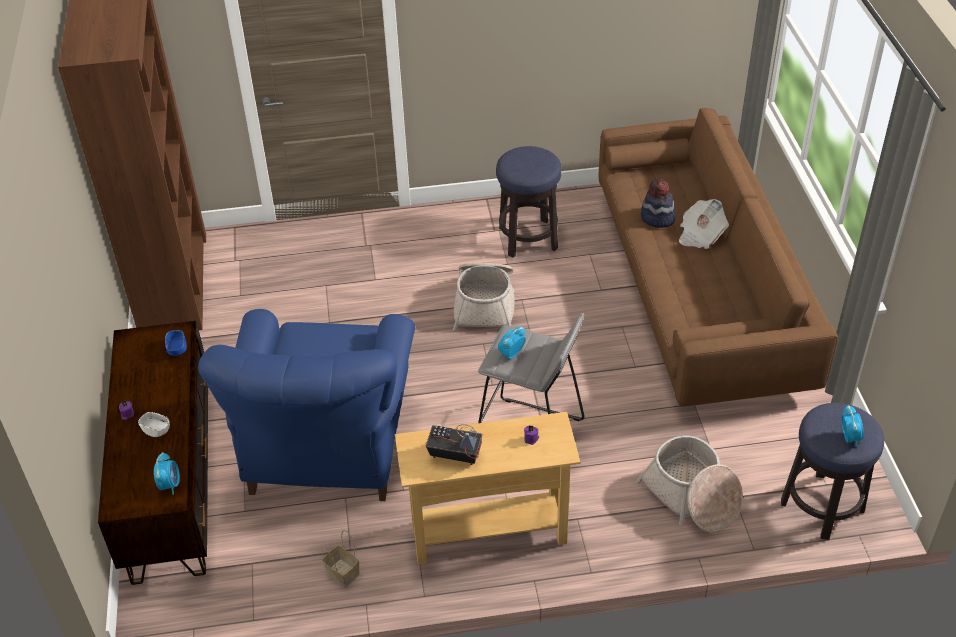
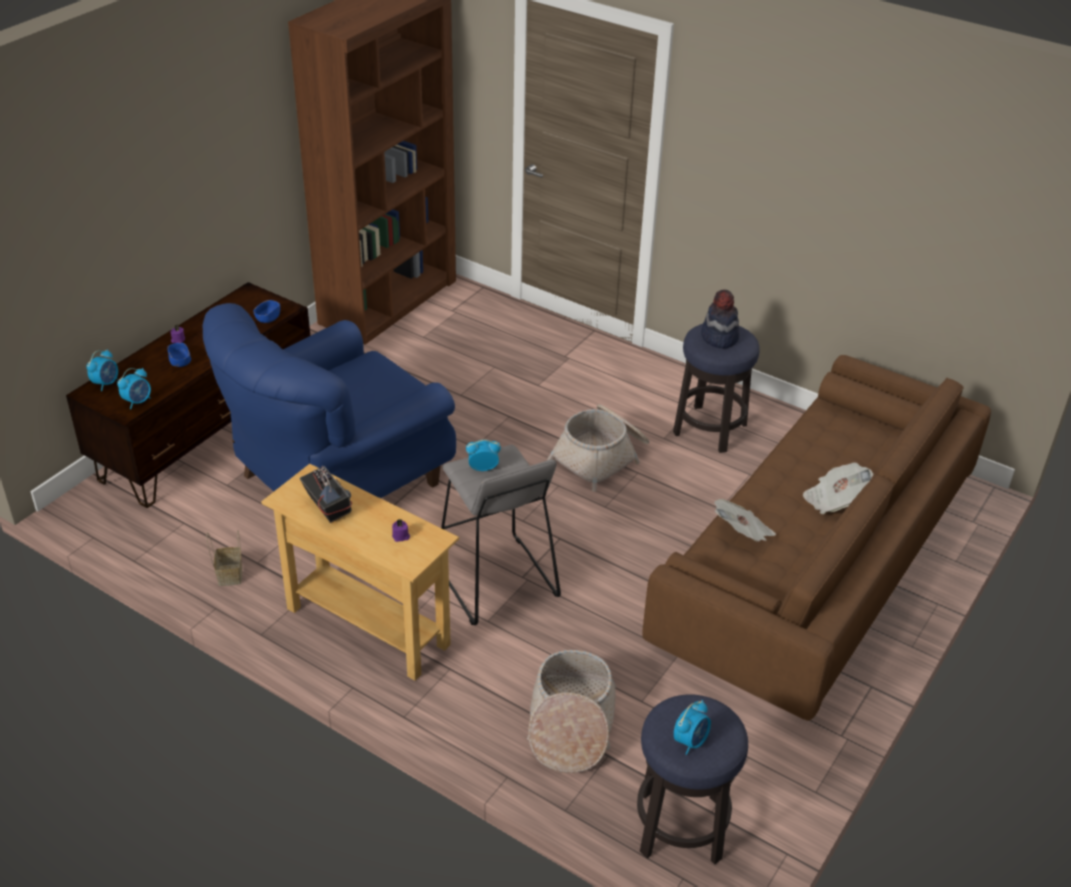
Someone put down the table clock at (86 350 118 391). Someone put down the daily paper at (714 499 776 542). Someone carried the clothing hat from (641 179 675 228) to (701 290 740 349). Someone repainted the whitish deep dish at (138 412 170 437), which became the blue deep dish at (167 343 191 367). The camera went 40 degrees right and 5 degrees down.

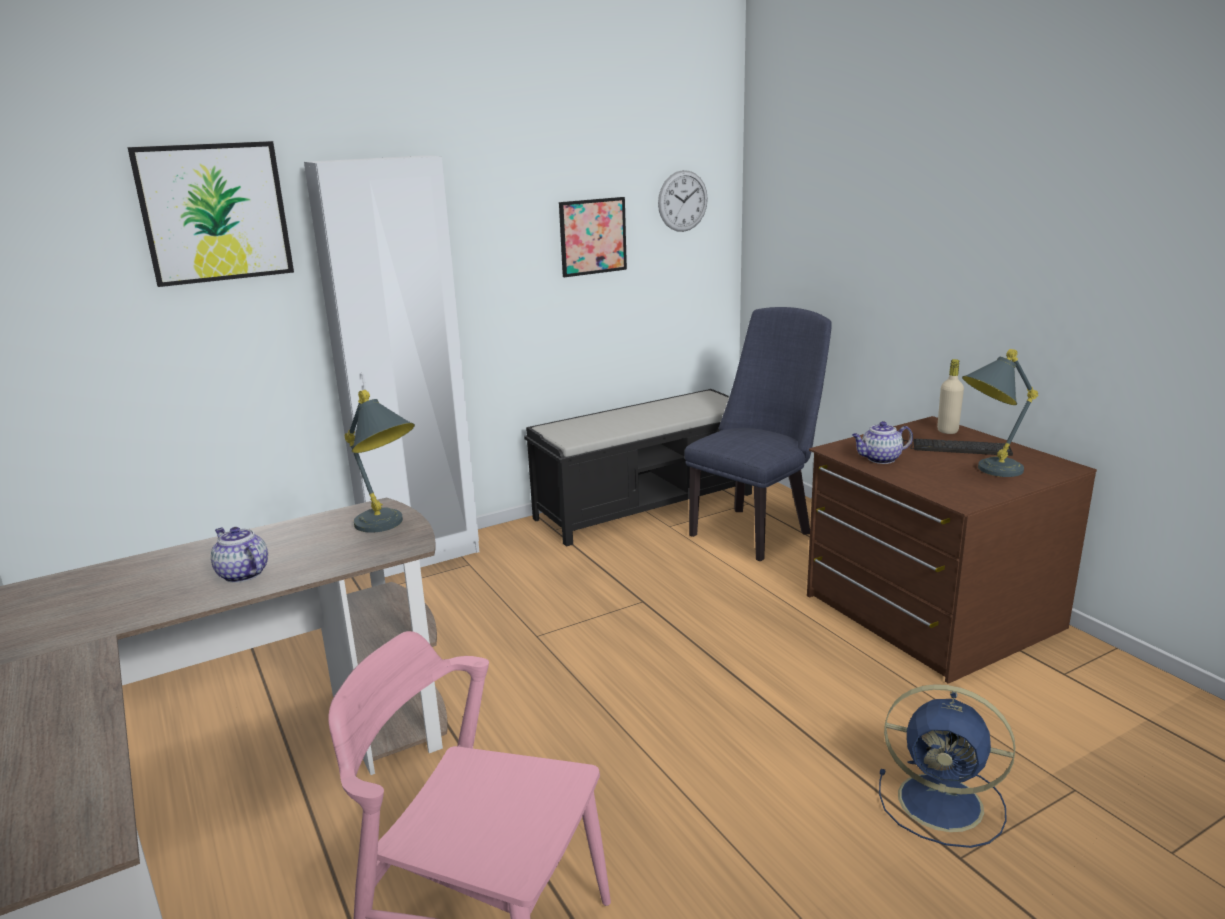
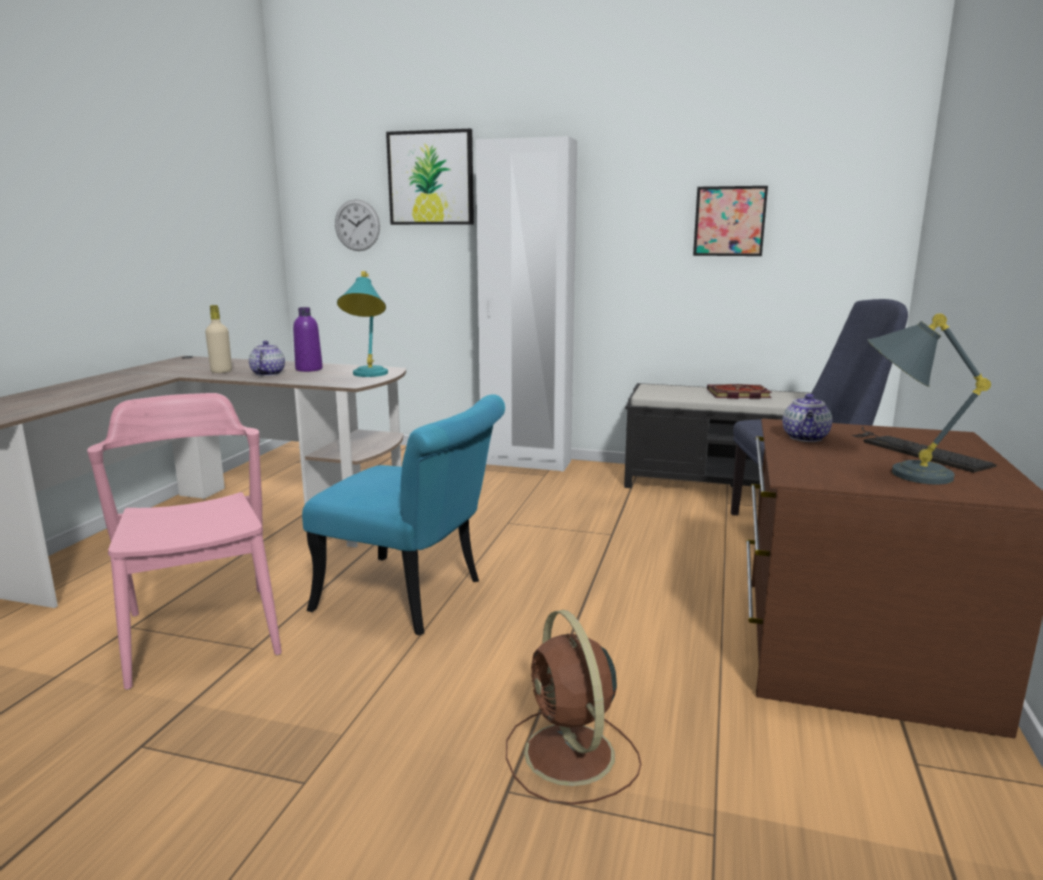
Someone put down the purple drink bottle at (293 307 323 372). Someone put down the turquoise-coloured plain chair at (302 394 505 635). Someone put down the bound book at (707 384 772 399). Someone carried the clock on the wall from (658 170 708 232) to (335 199 380 251). Someone carried the beige-coloured drink bottle from (937 359 964 434) to (205 305 232 373). Someone repainted the greyish table lamp at (345 390 415 533), which became the turquoise-coloured table lamp at (337 271 388 377). Someone repainted the blue cooling fan at (879 684 1015 848), which became the brown cooling fan at (506 610 641 805). Someone rotated the tea pot at (852 421 913 464) by 105 degrees counterclockwise. The camera went 45 degrees right and 5 degrees down.

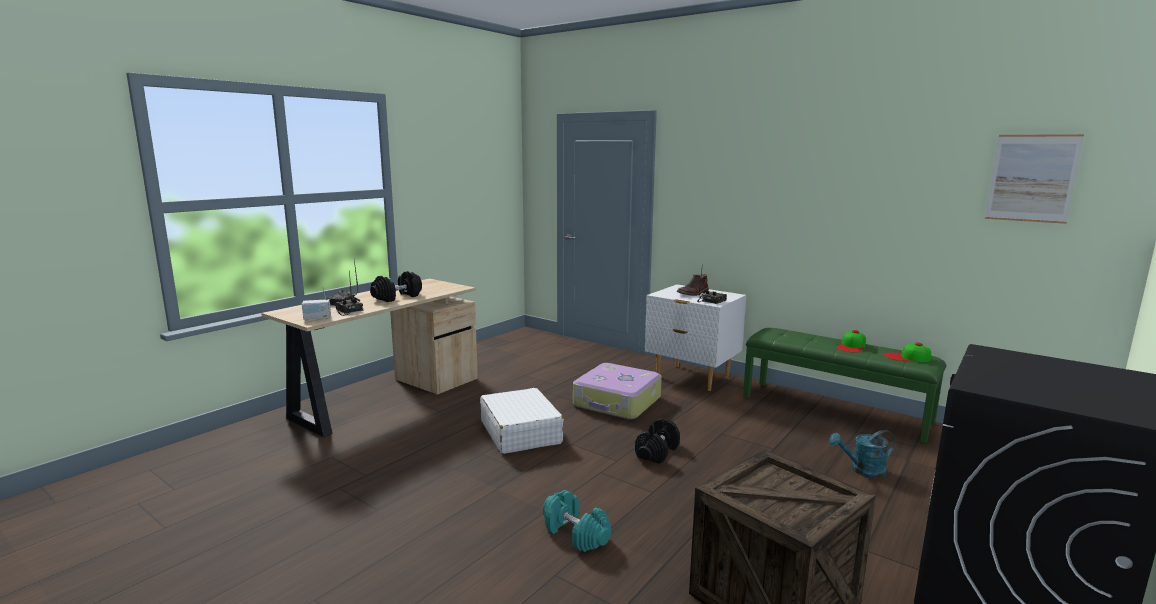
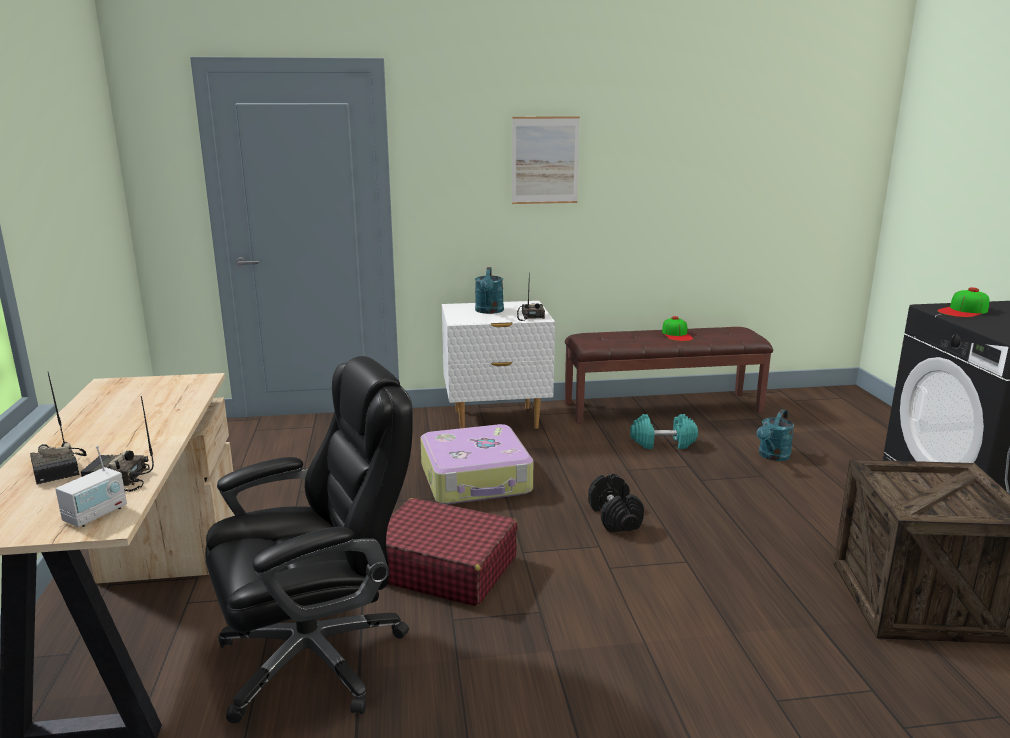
Someone took away the blackish dumbbell at (370 271 422 302). Someone put down the blackish desk chair at (205 356 413 723). Someone carried the turquoise-coloured dumbbell from (543 490 611 552) to (630 414 698 449). Someone carried the peaked cap from (884 342 931 362) to (937 287 990 317). Someone carried the wall picture from (985 134 1084 224) to (512 116 580 204). Someone swapped the brown boot at (677 274 709 296) for the turquoise-coloured sprinkling can at (475 267 504 314). Someone repainted the whitish travel case at (480 388 564 454), which became the red-coloured travel case at (386 498 518 606). Someone repainted the green bench at (743 328 946 444), which became the brown bench at (565 327 773 424). The camera went 45 degrees left and 5 degrees up.

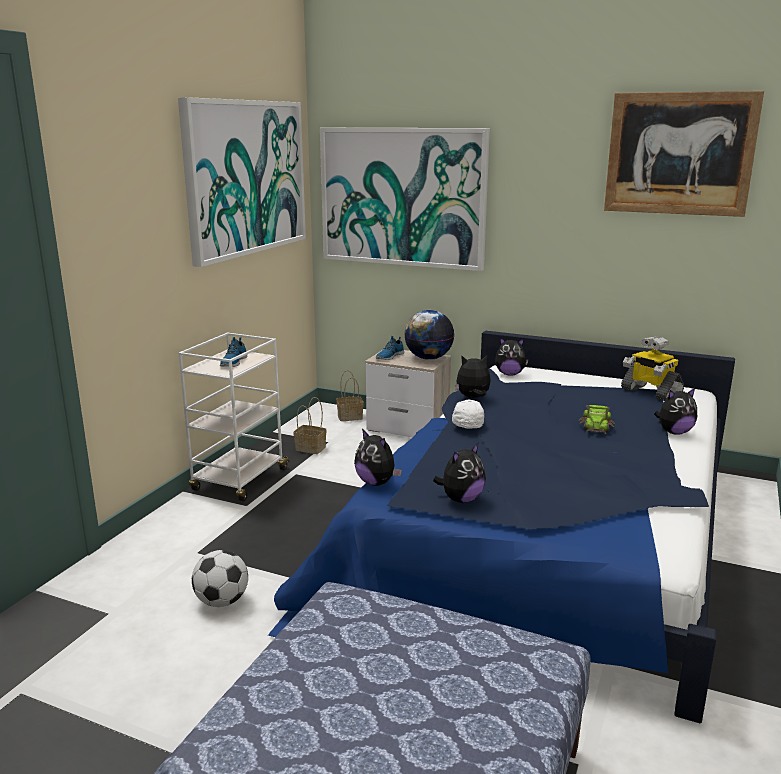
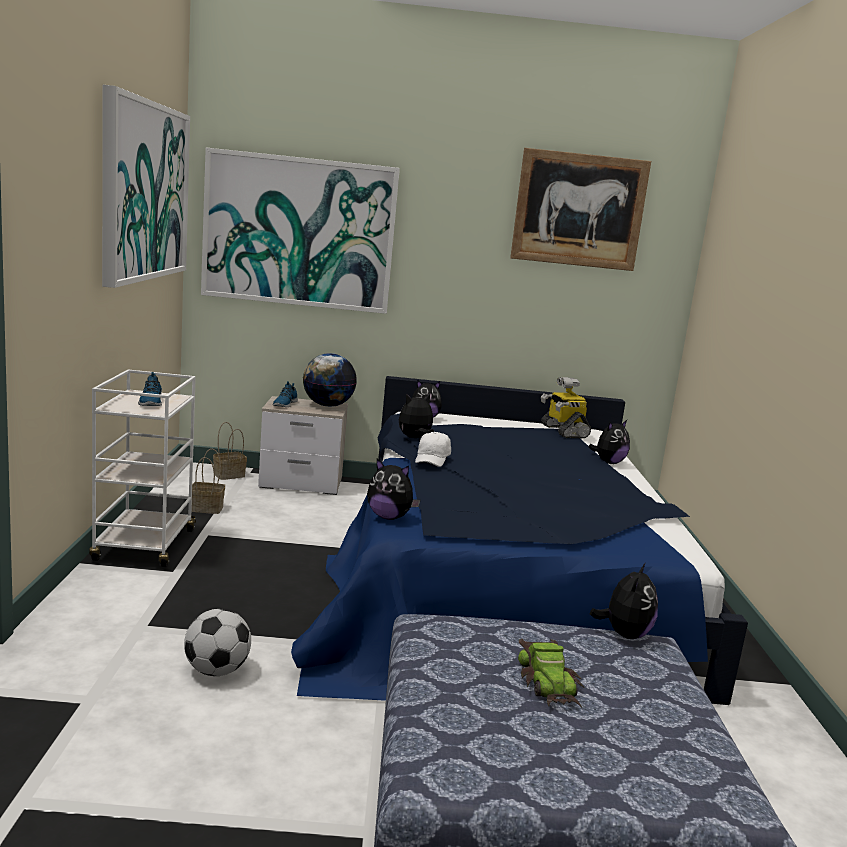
Someone carried the soft toy from (433 443 486 503) to (590 562 658 639). Someone carried the toy car from (579 405 615 434) to (518 639 584 707). Someone rotated the whitish peaked cap at (452 400 484 429) by 150 degrees counterclockwise. Someone rotated the robot figure at (621 336 684 401) by 45 degrees clockwise. The camera went 25 degrees left and 5 degrees down.

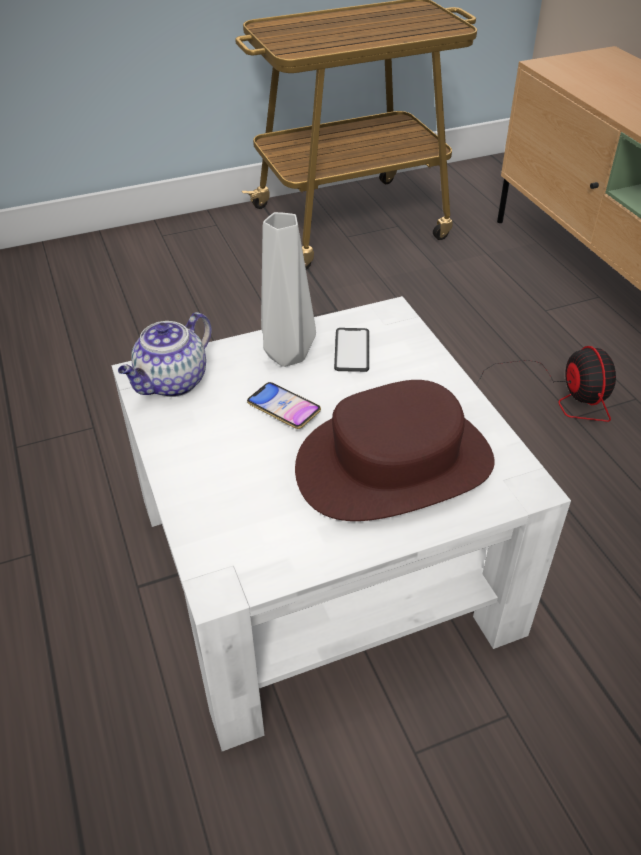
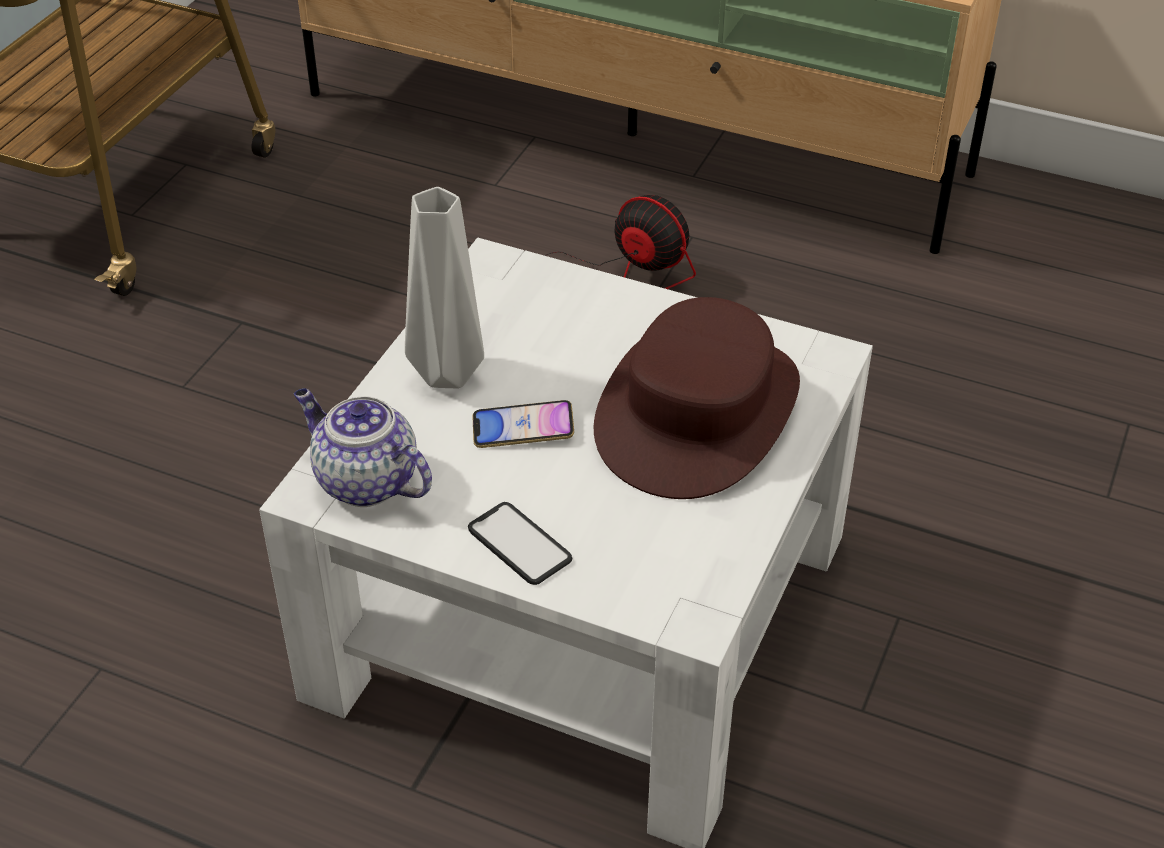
Someone carried the telephone from (334 328 369 372) to (468 502 572 585). Someone rotated the tea pot at (118 312 212 397) by 135 degrees clockwise. The camera went 45 degrees left and 0 degrees up.

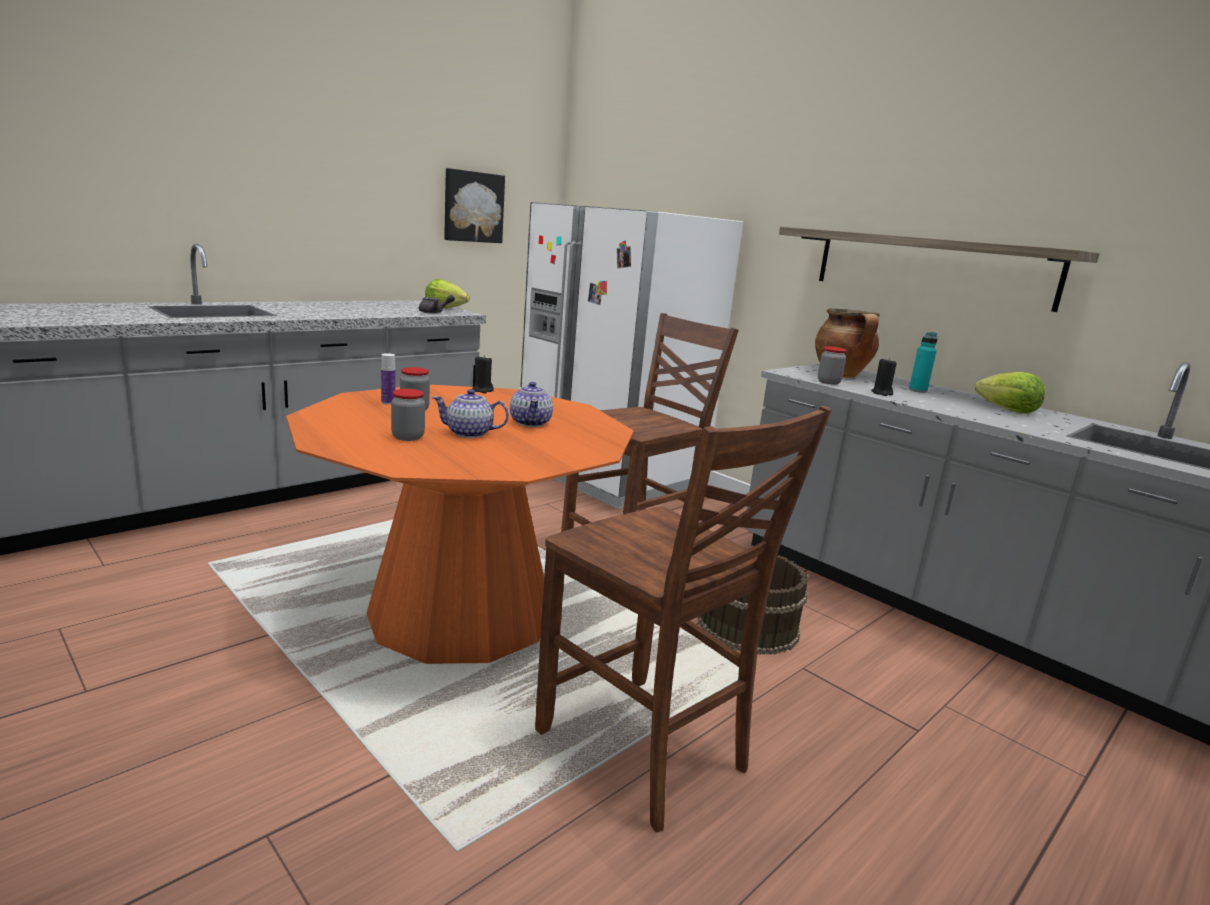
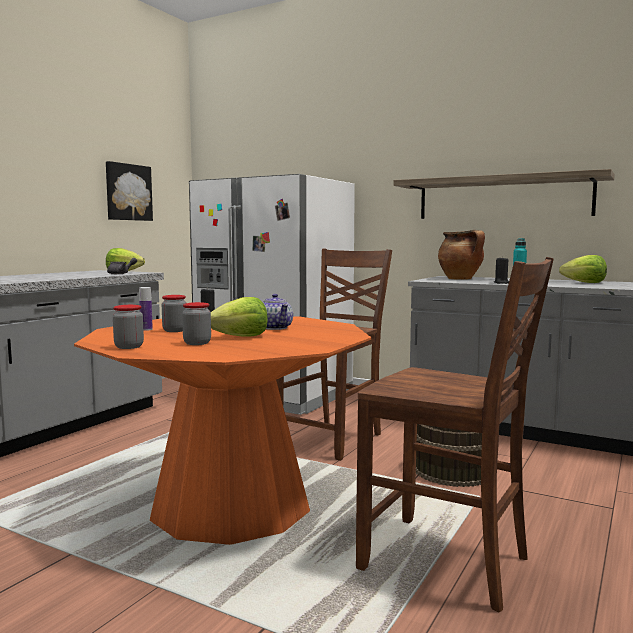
Someone carried the preserve jar from (818 346 847 385) to (113 305 144 349). Someone swapped the tea pot at (432 389 509 438) for the head of lettuce at (211 297 268 337). The camera went 15 degrees left and 10 degrees down.

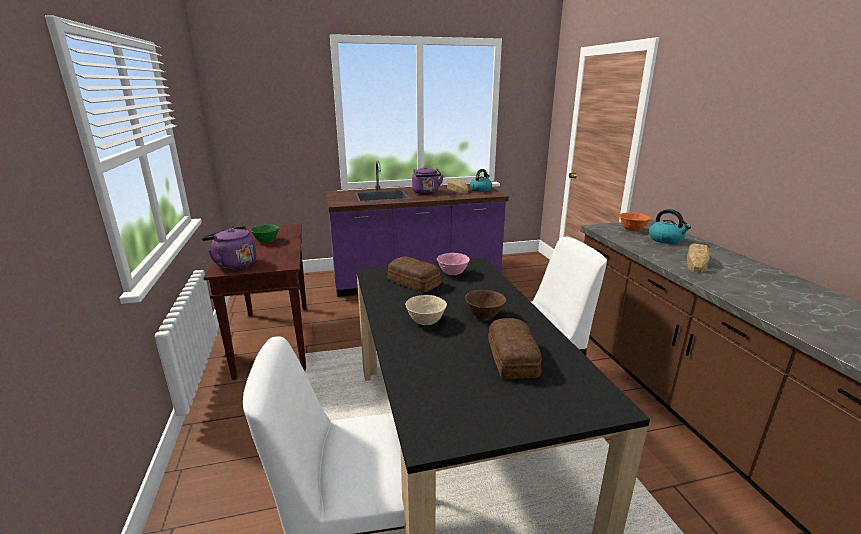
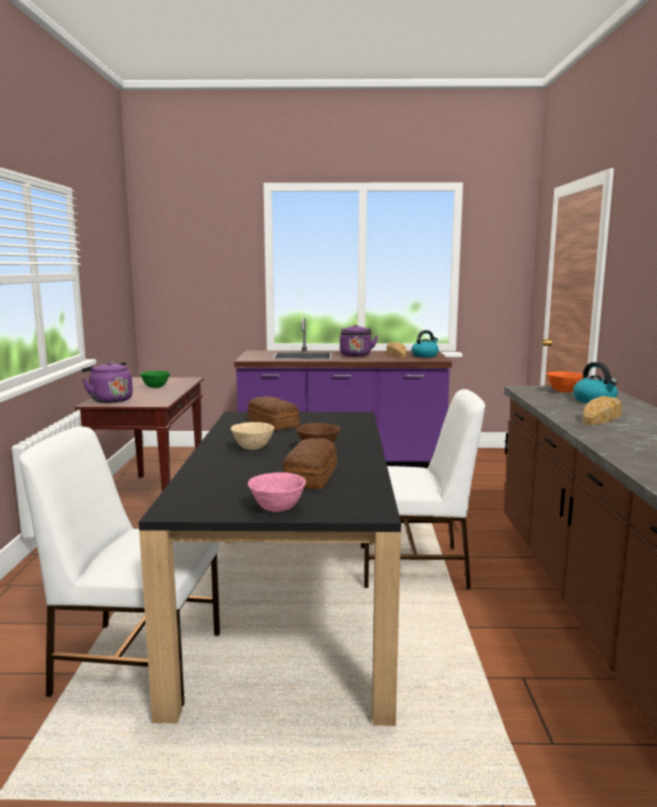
Someone carried the pinkish deep dish from (437 253 470 275) to (248 472 306 512). The camera went 15 degrees right and 10 degrees down.

